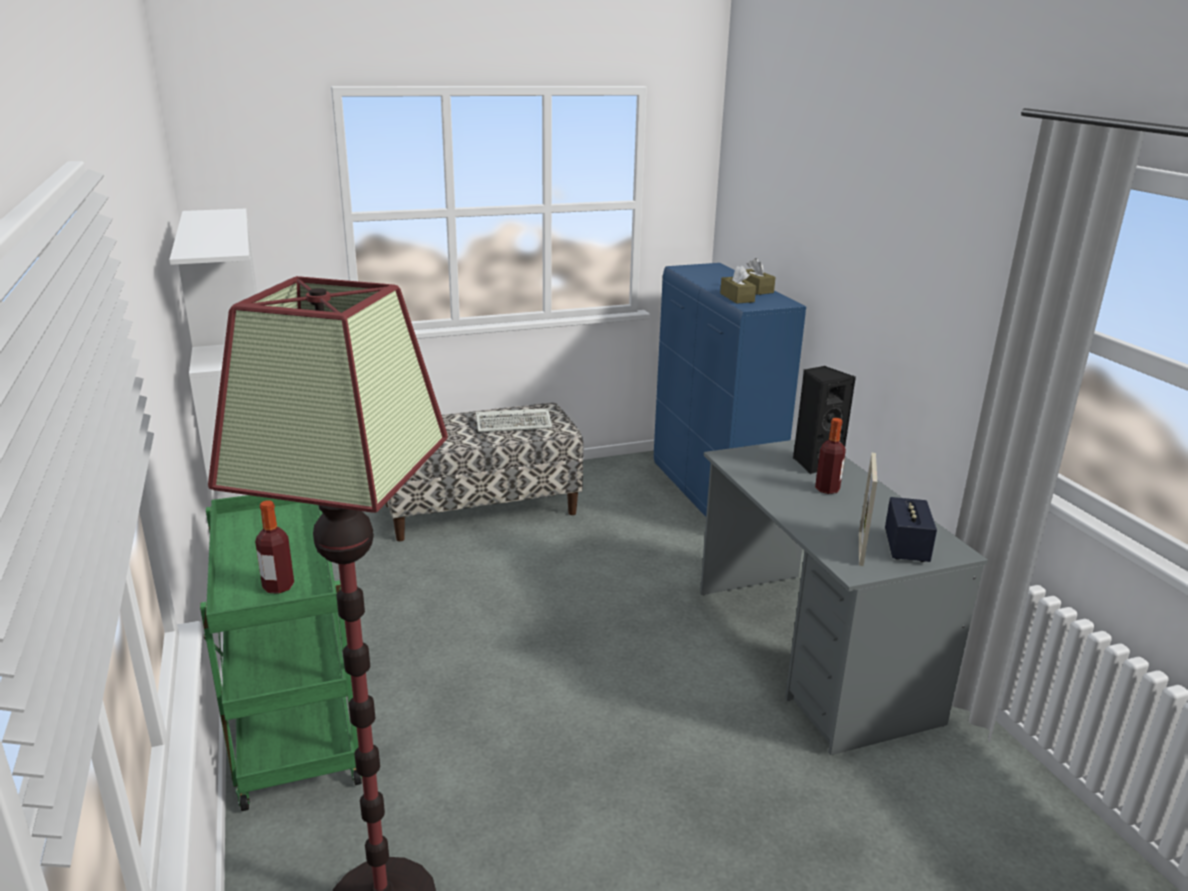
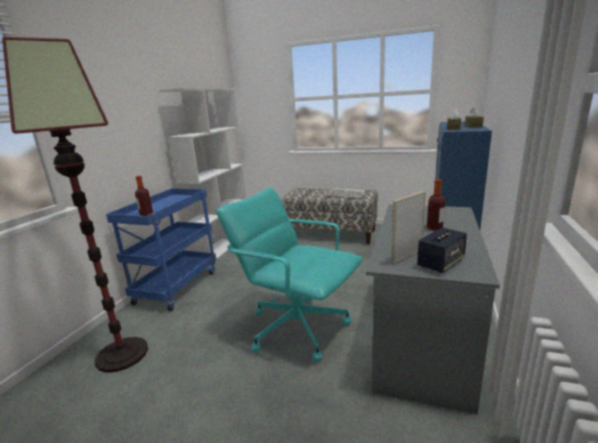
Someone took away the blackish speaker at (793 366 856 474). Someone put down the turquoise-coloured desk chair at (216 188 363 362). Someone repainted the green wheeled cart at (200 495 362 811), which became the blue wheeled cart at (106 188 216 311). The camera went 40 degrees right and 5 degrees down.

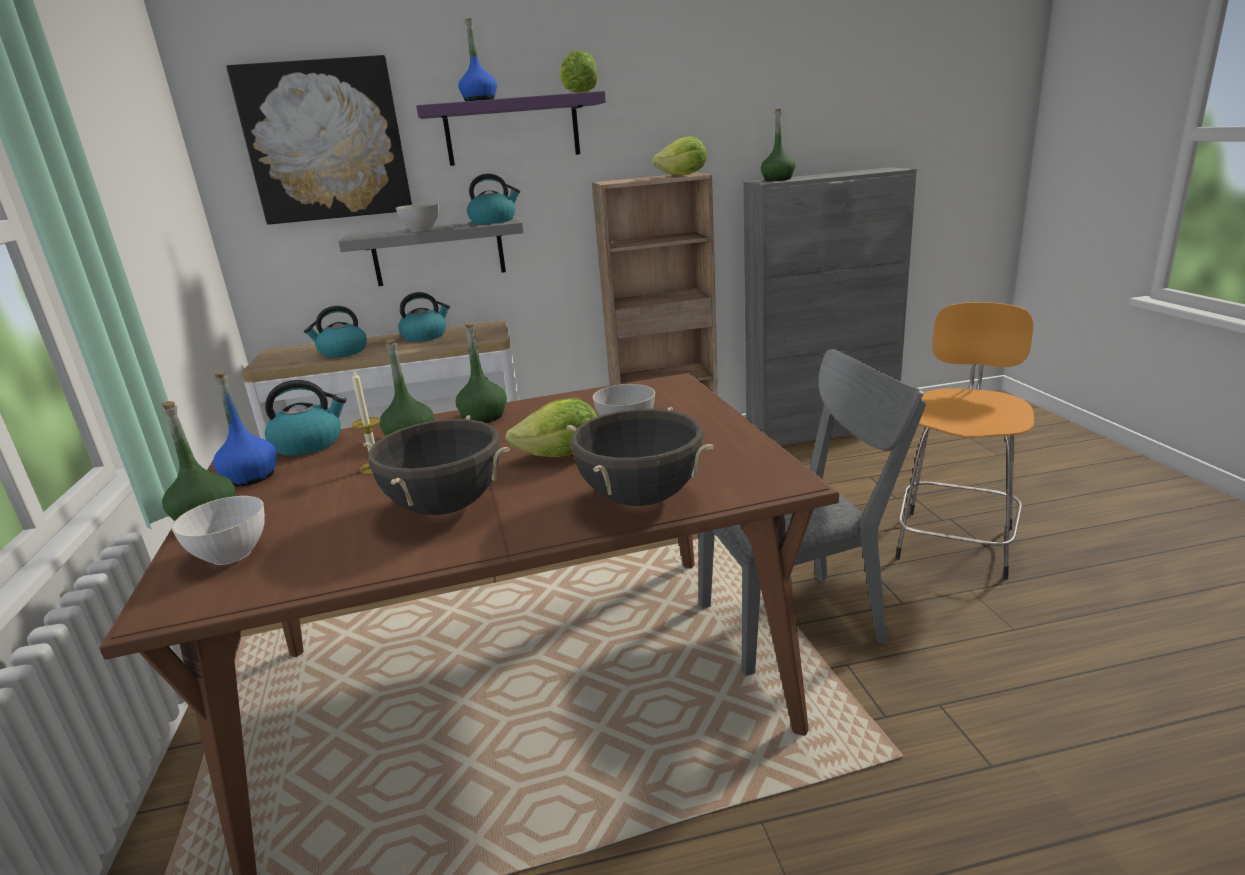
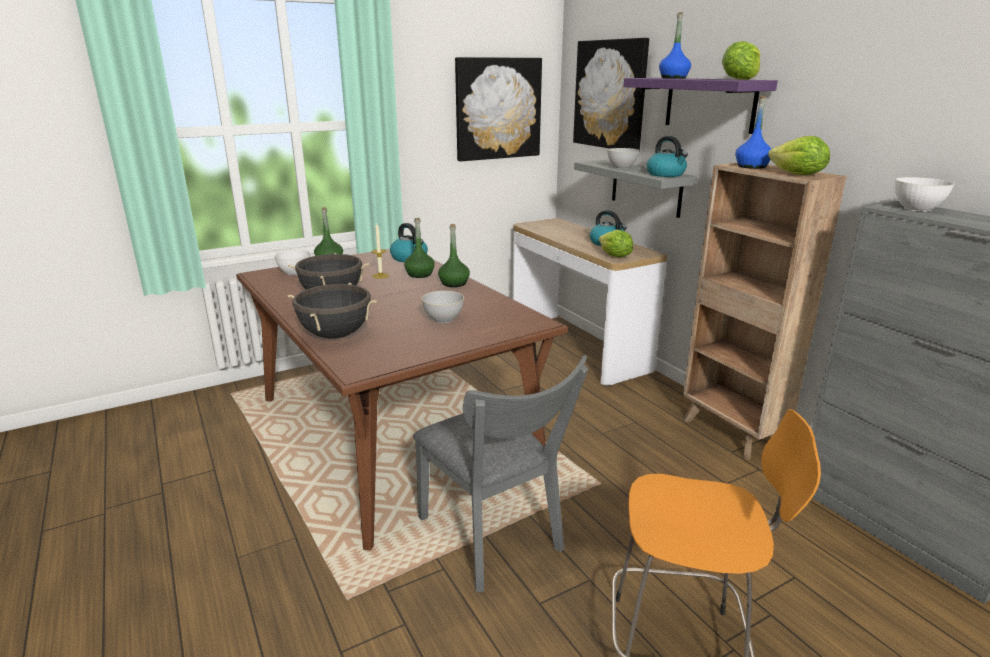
Someone took away the water kettle at (304 306 367 358). Someone put up the wall picture at (455 57 542 161). Someone carried the blue drink bottle from (213 372 277 486) to (735 96 771 169). Someone carried the head of lettuce from (505 398 597 457) to (599 230 633 257). Someone swapped the green drink bottle at (761 109 796 181) for the whitish deep dish at (895 177 954 211). The camera went 70 degrees right and 0 degrees up.

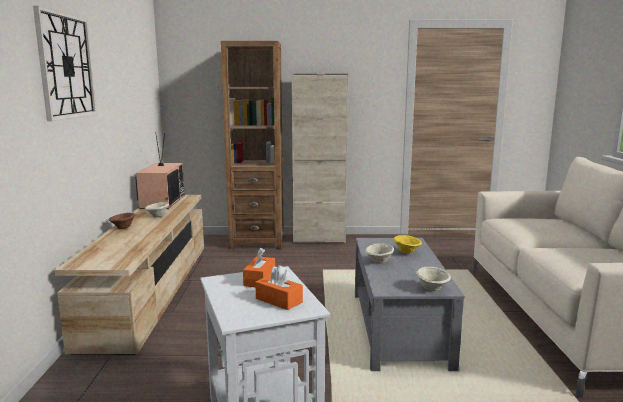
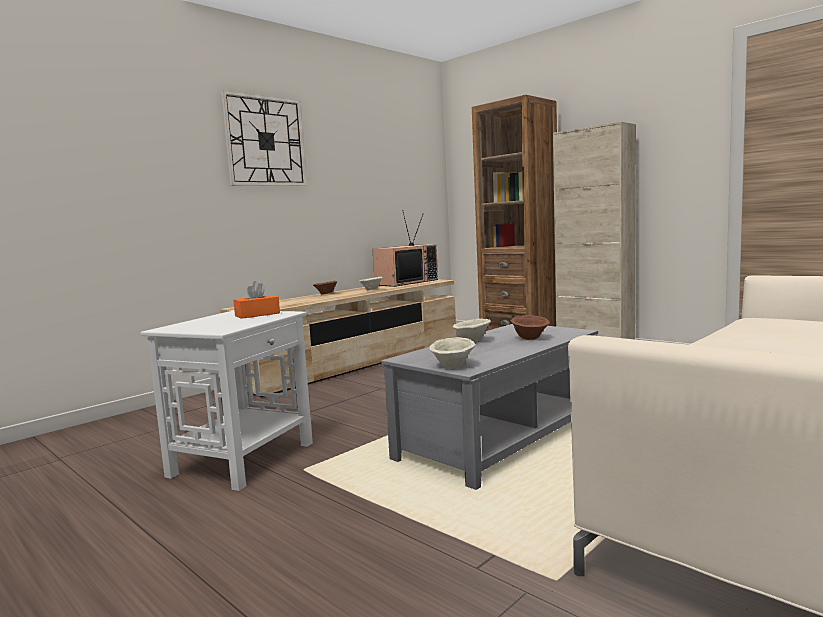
Someone took away the orange-coloured tissue holder at (255 265 303 310). Someone repainted the yellowish deep dish at (393 235 422 254), which became the brown deep dish at (510 315 550 340). The camera went 45 degrees right and 5 degrees down.

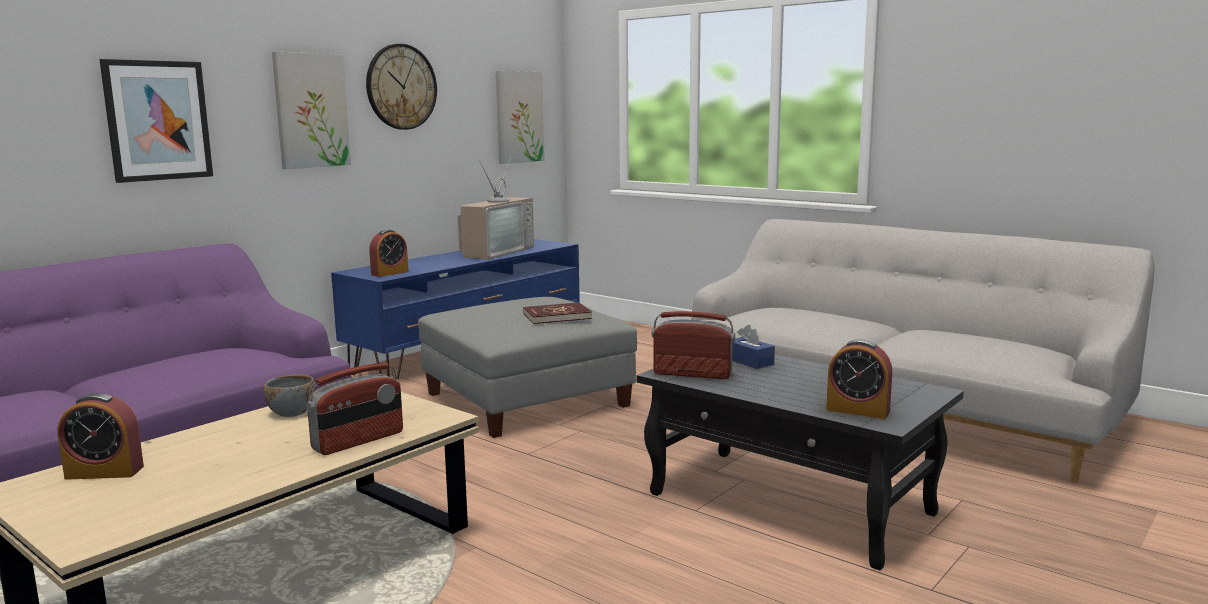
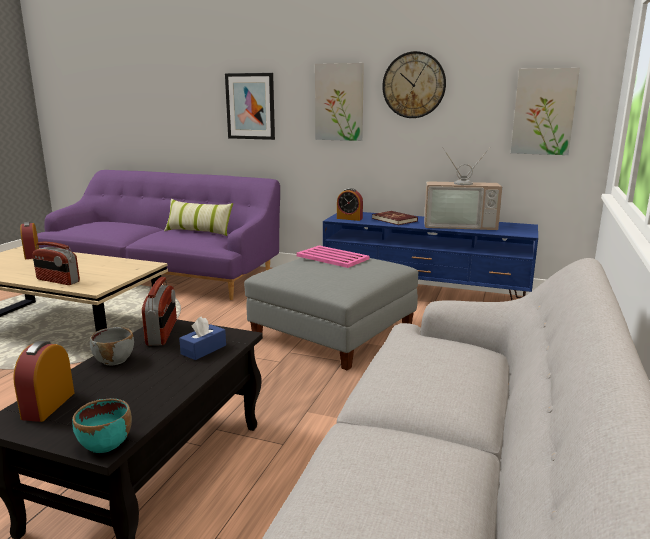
Someone put down the turquoise-coloured deep dish at (72 398 132 453). Someone put down the pillow at (164 199 233 236). Someone put down the pinkish carrying tray at (296 245 369 268). Someone carried the greyish deep dish from (264 374 315 417) to (90 327 134 365). Someone carried the red-coloured bound book from (523 302 592 324) to (372 211 418 225). The camera went 70 degrees right and 5 degrees up.

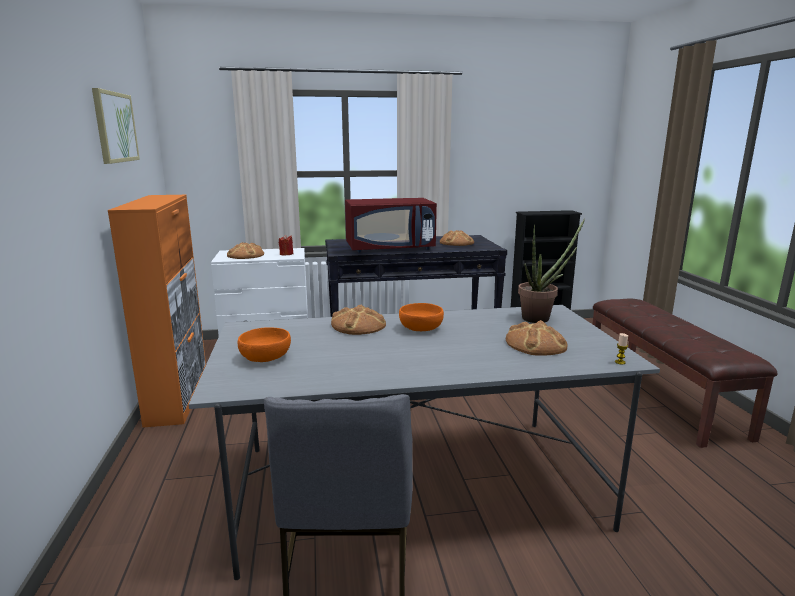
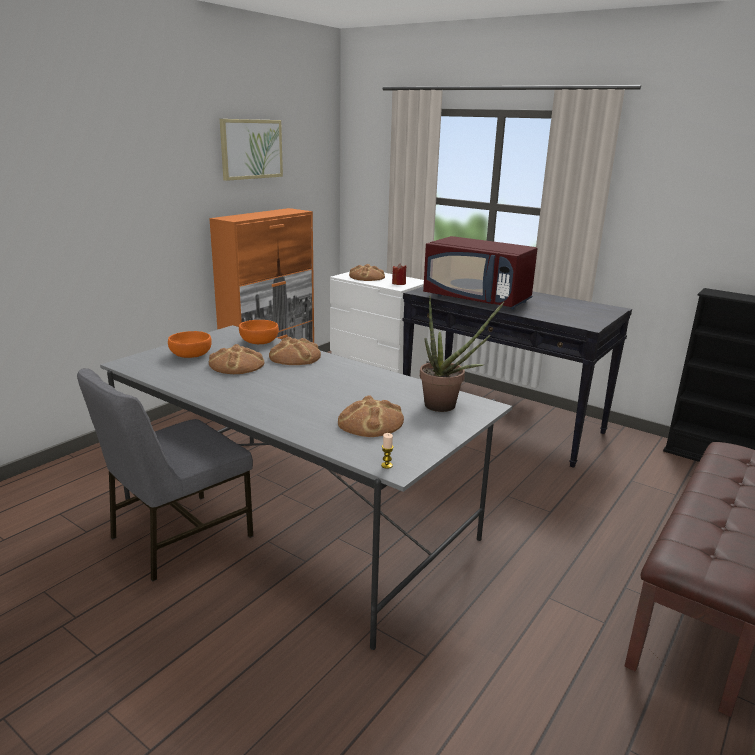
Someone carried the orange-coloured deep dish from (399 303 444 331) to (239 320 279 344). Someone carried the bakery bread from (440 230 474 246) to (209 344 264 374). The camera went 45 degrees right and 5 degrees up.

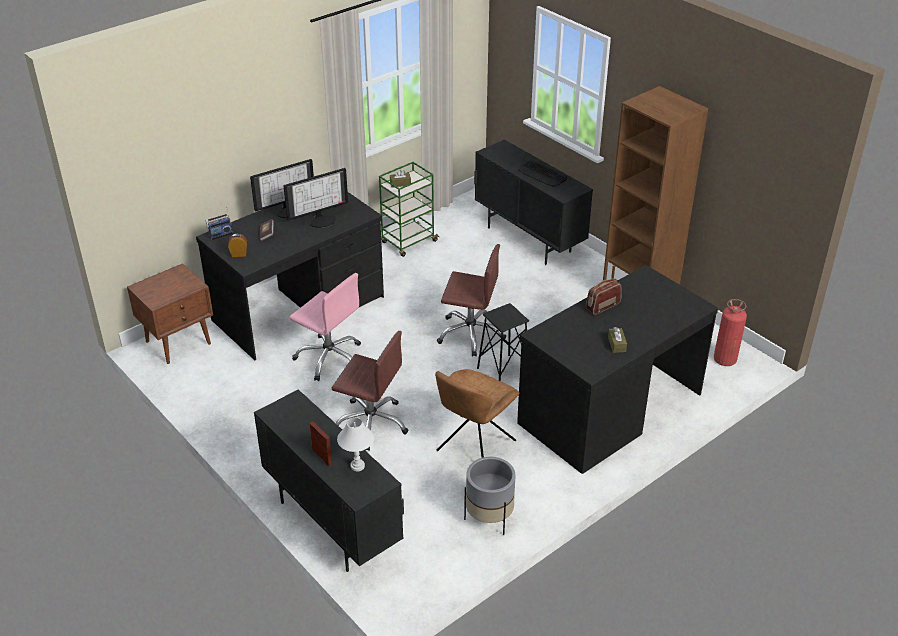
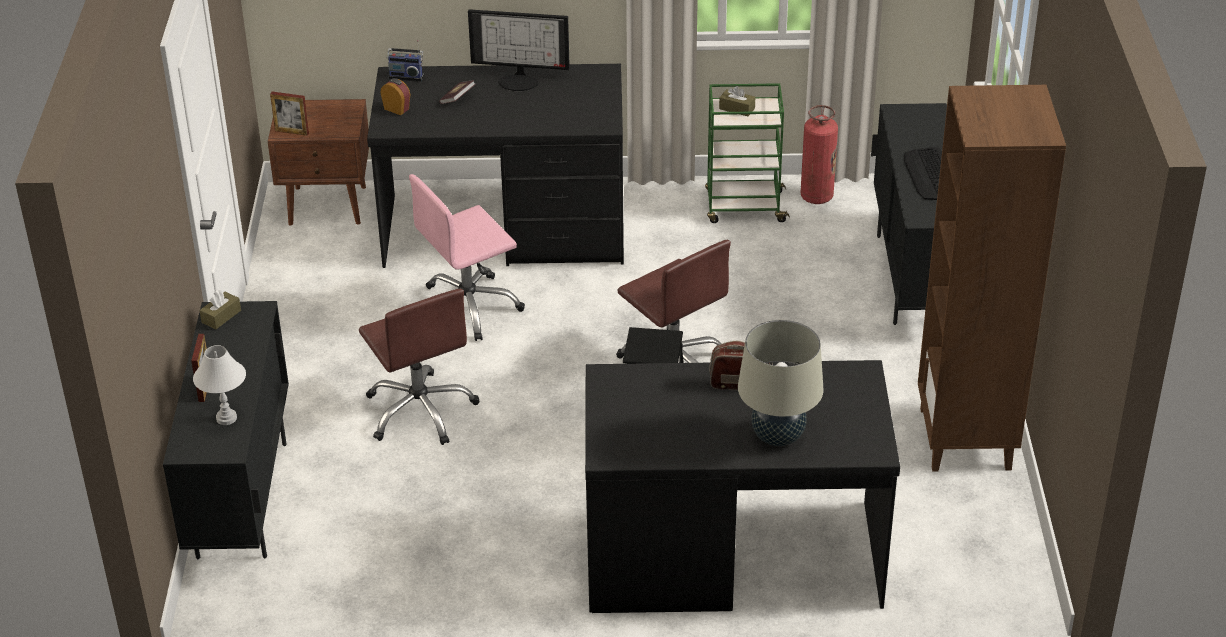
Someone took away the computer screen at (283 168 348 228). Someone took away the brown plain chair at (435 369 520 457). Someone took away the greyish planter at (464 457 516 535). Someone put down the standing frame at (270 92 309 136). Someone put down the beige-coloured table lamp at (738 320 823 446). Someone carried the brown tissue holder from (608 327 627 353) to (199 290 241 329). Someone carried the extinguisher from (714 299 747 366) to (801 105 838 204). Someone rotated the pinkish desk chair at (289 273 361 381) by 75 degrees clockwise. The camera went 40 degrees right and 0 degrees up.

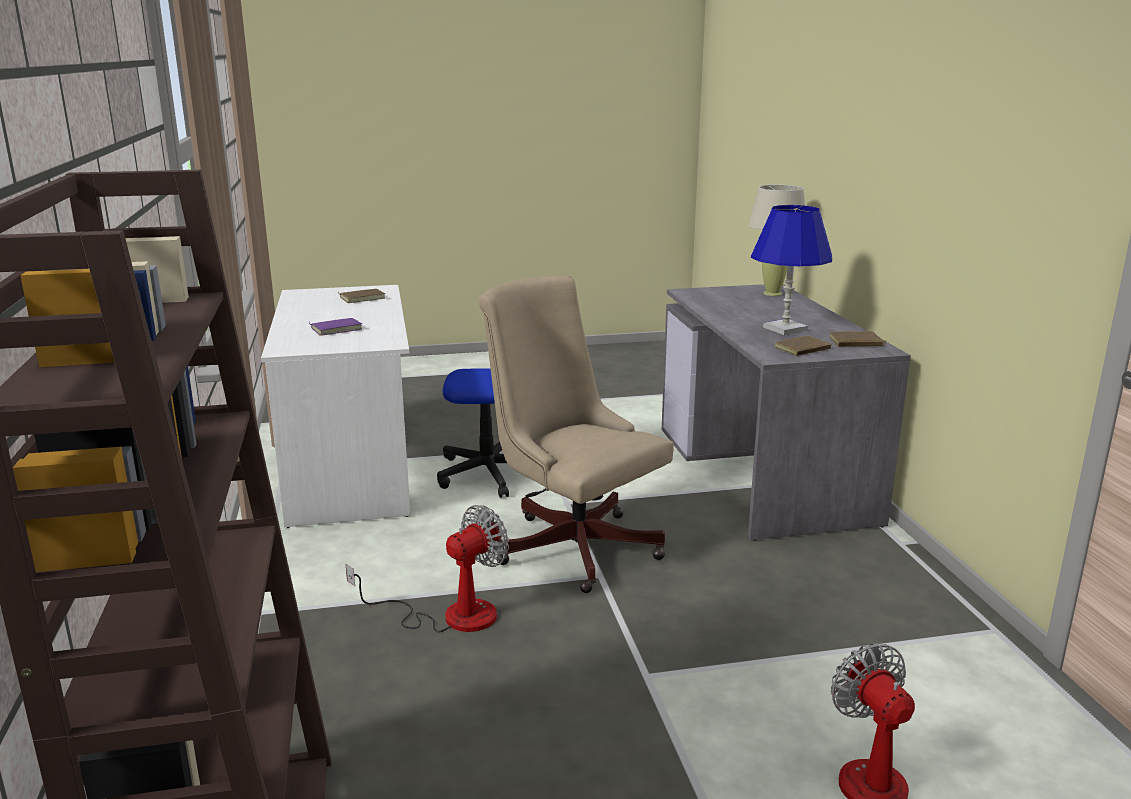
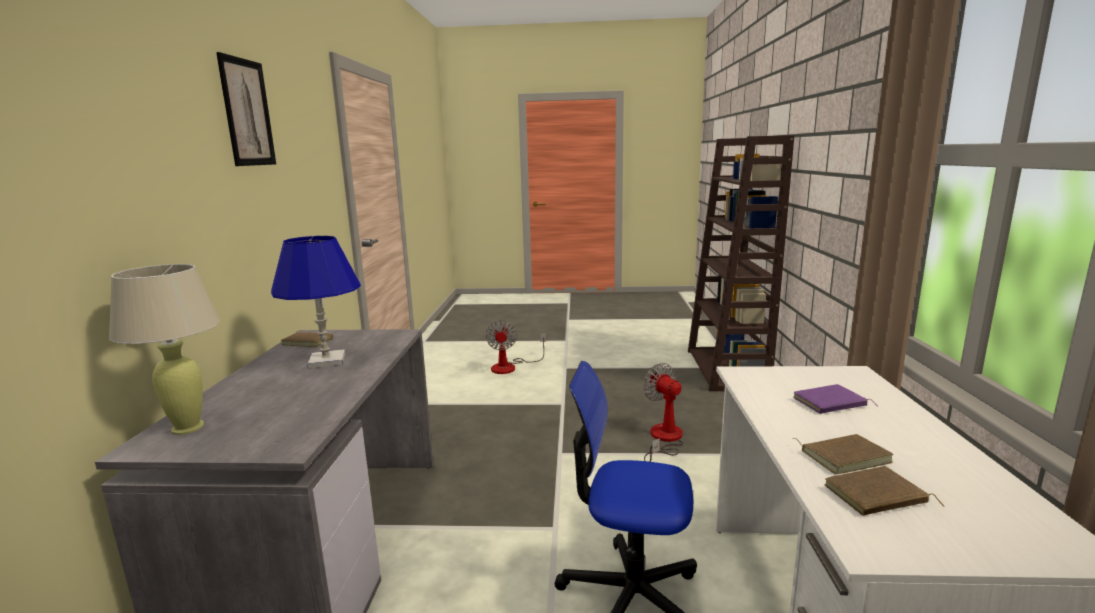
Someone took away the beige-coloured desk chair at (478 276 674 593). Someone put up the wall picture at (216 52 276 166). Someone carried the brown bound book from (775 335 839 356) to (794 434 893 474). Someone rotated the cooling fan at (346 505 509 632) by 90 degrees clockwise. The camera went 165 degrees left and 5 degrees down.

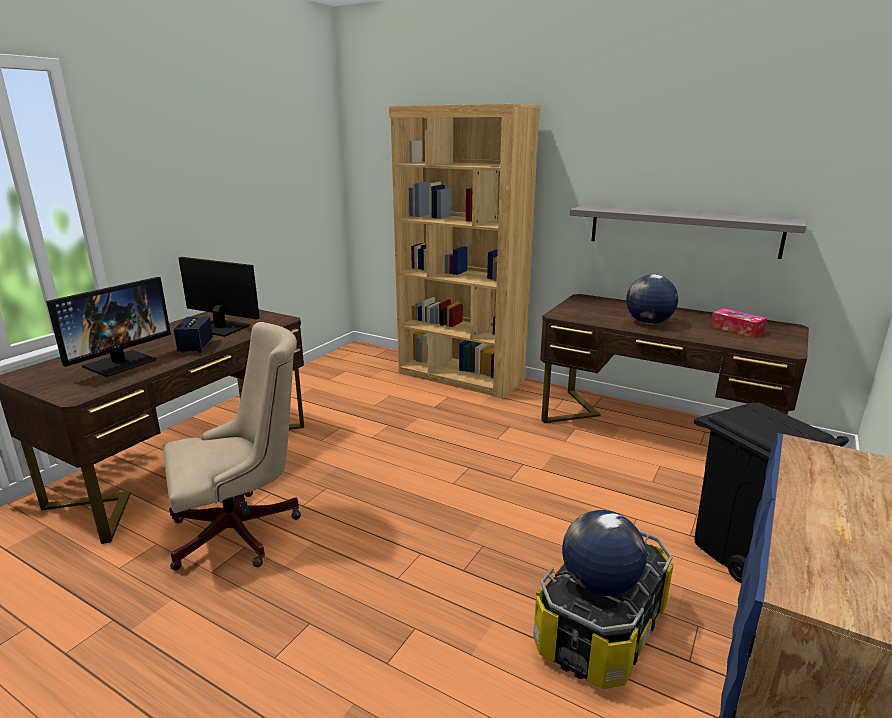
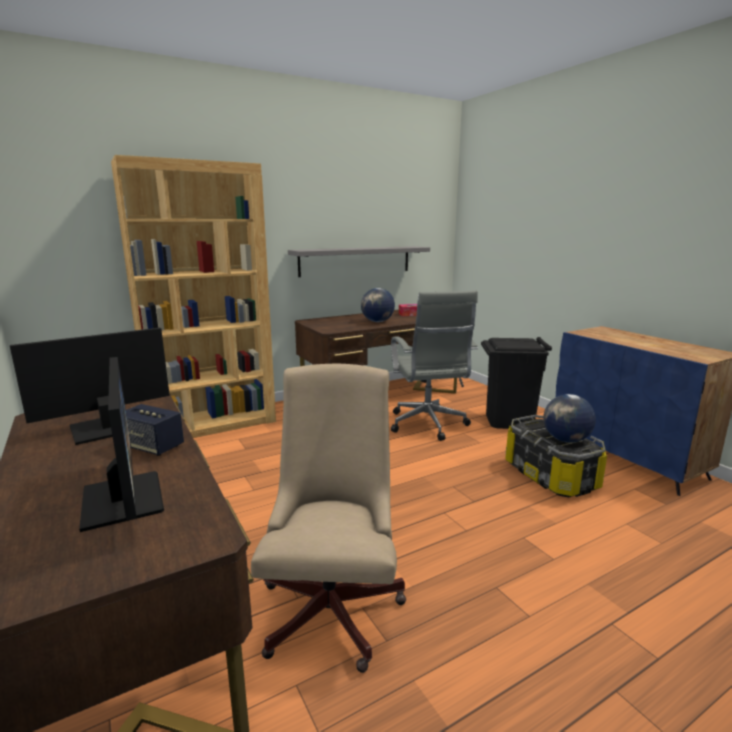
Someone put down the greyish desk chair at (391 290 478 441). The camera went 60 degrees left and 5 degrees down.

